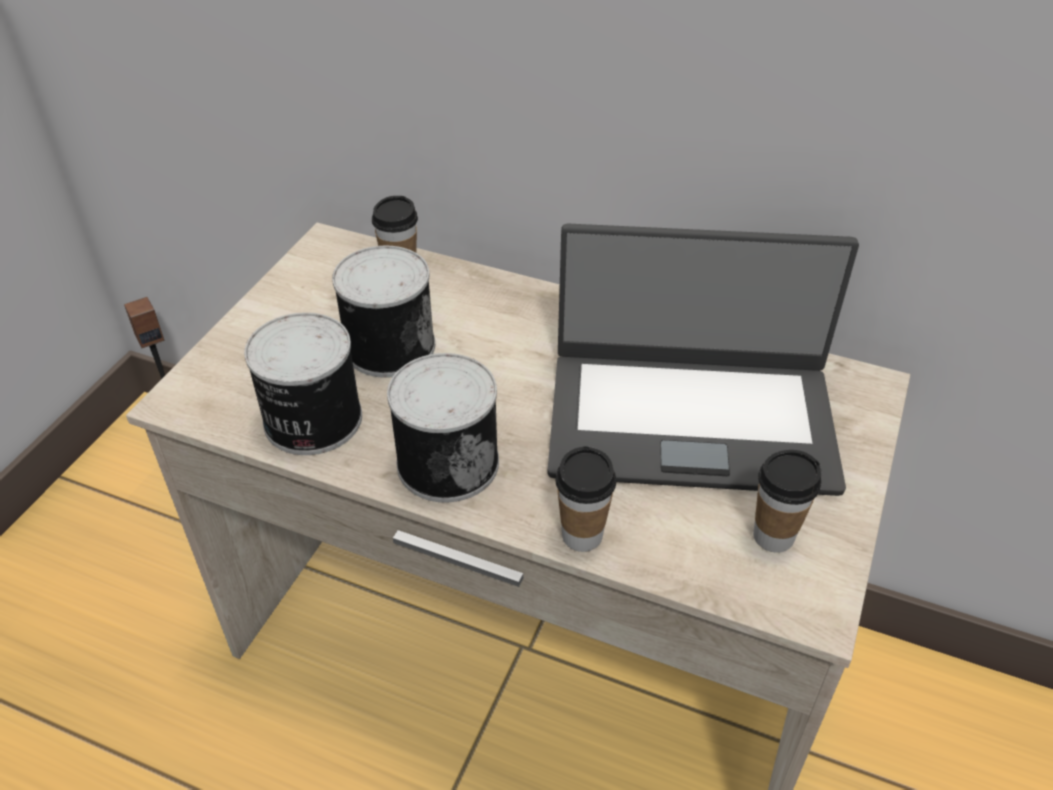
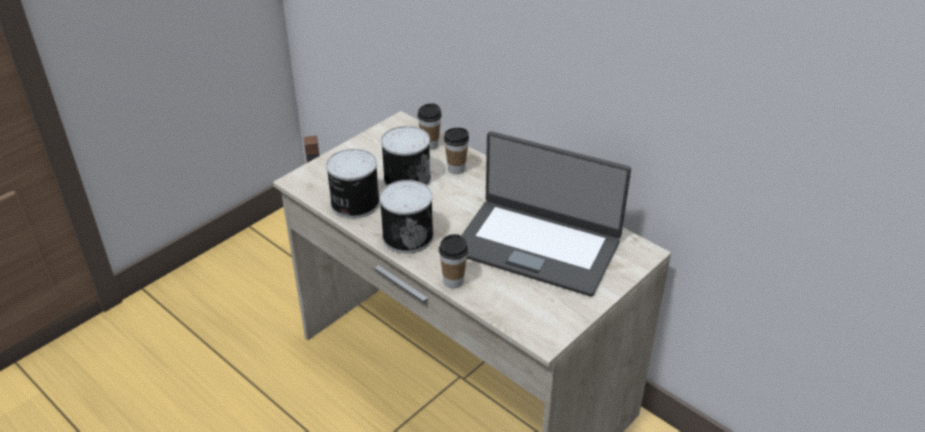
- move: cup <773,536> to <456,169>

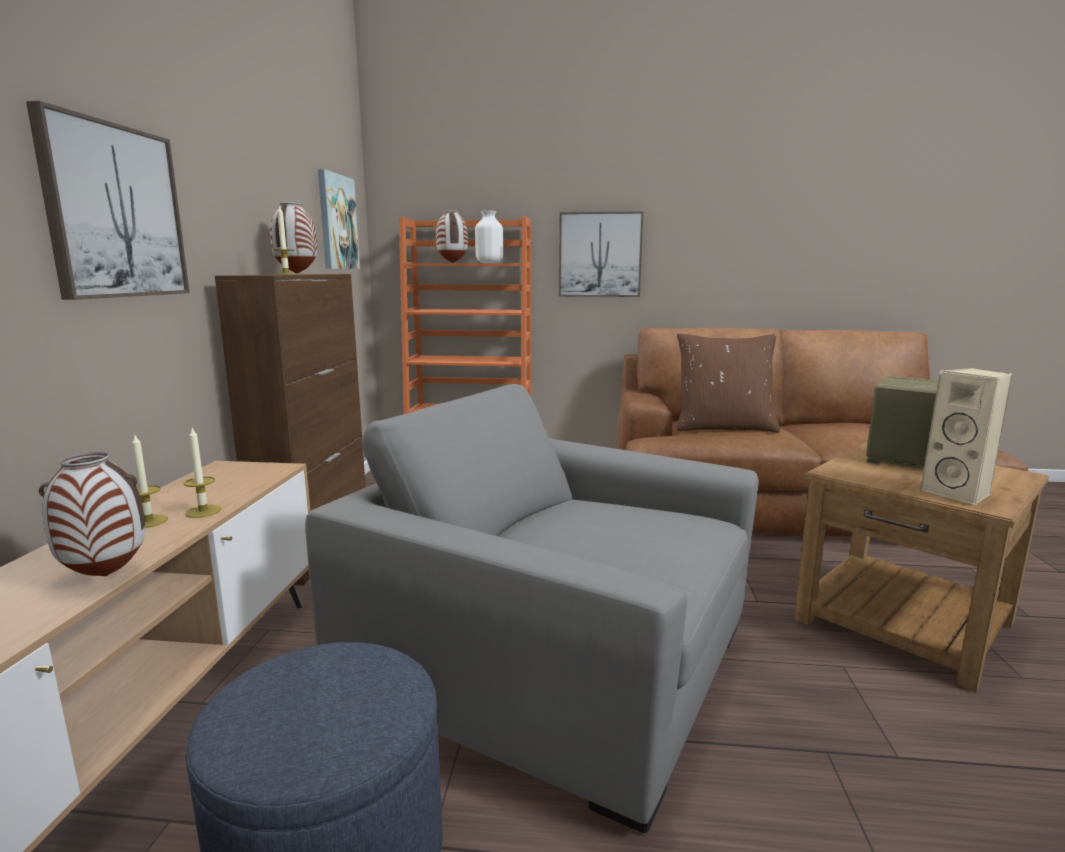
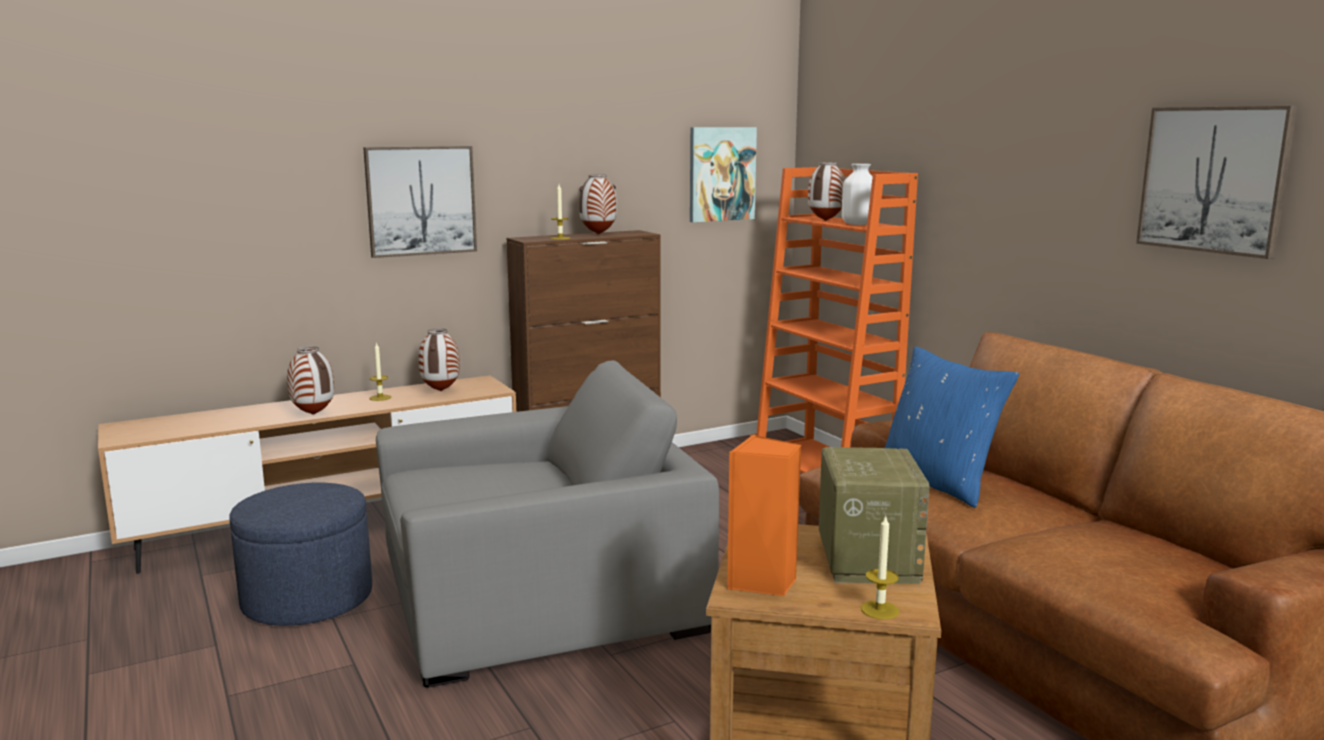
- move: candle <203,511> to <880,610>
- rotate: armchair in grey <552,659> = <538,598> 75 degrees clockwise
- move: picture <600,255> to <1214,179>
- recolor: pillow in brown <724,427> to pillow in blue <938,482>
- recolor: speaker in beige <959,494> to speaker in orange <762,582>
- insert: vase <441,391>

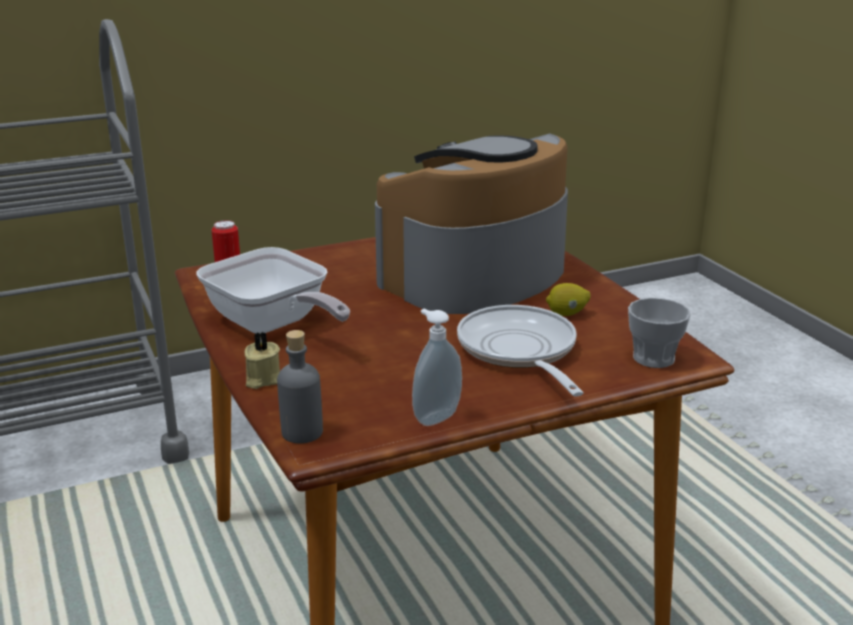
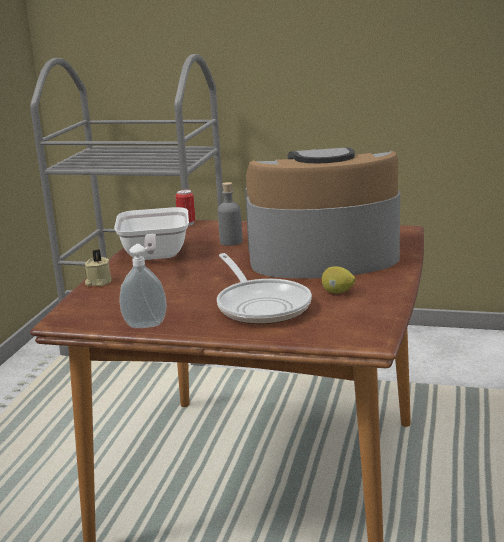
- move: bottle in grey <302,432> to <231,242>
- rotate: frying pan <519,352> = <261,305> 135 degrees clockwise
- delete: cup <653,358>

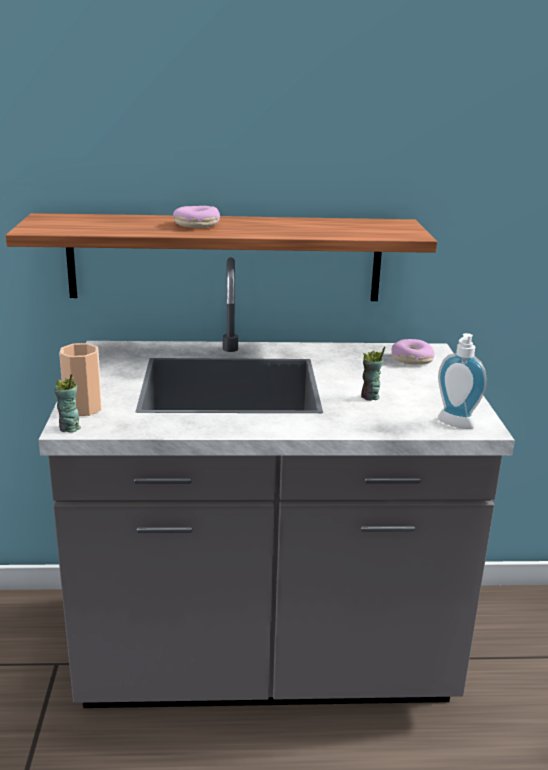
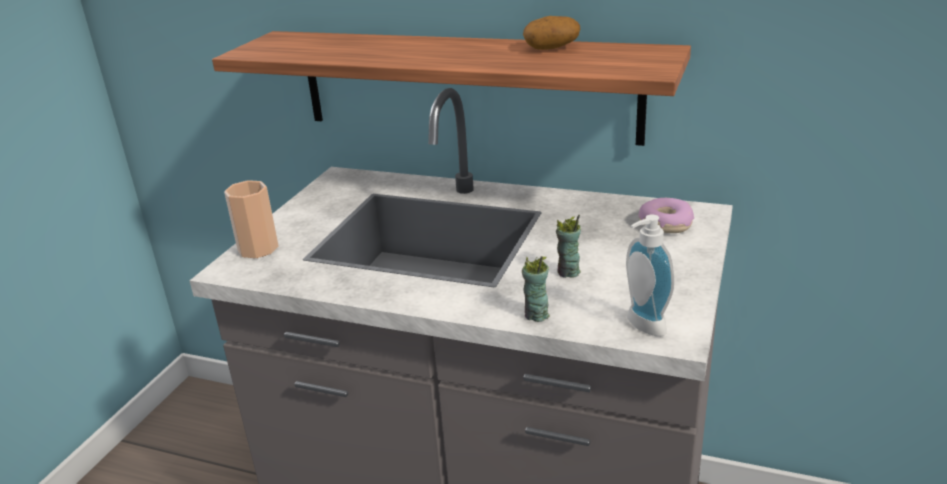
- move: cup <69,428> to <536,315>
- delete: donut <197,225>
- insert: potato <551,48>

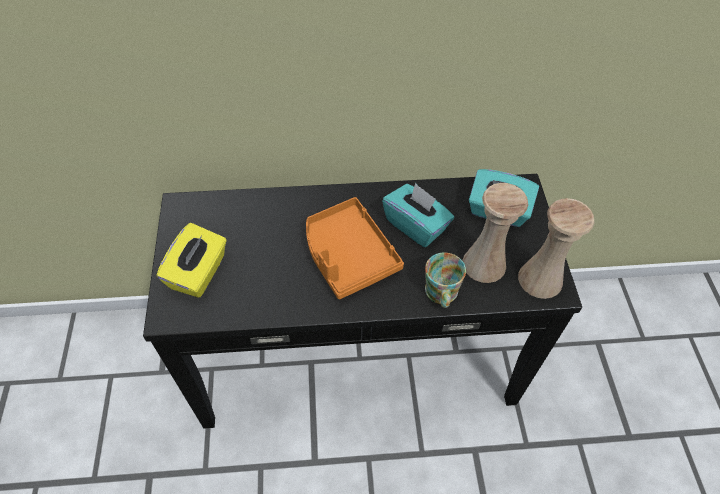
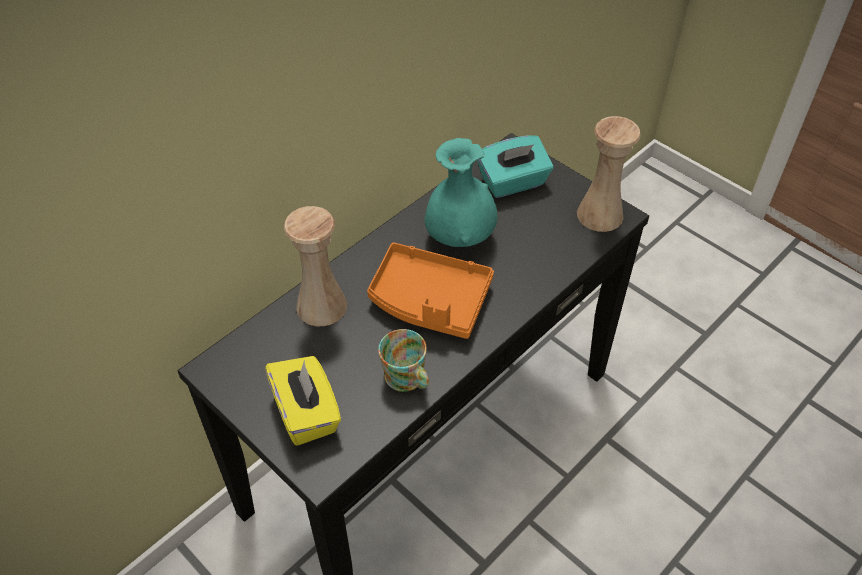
- replace: tissue box in turquoise <416,225> to vase in turquoise <459,237>
- move: mug <441,294> to <407,380>
- move: vase in beige <484,264> to <321,306>

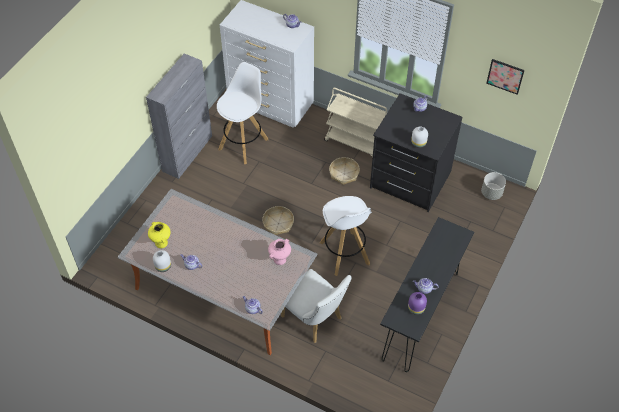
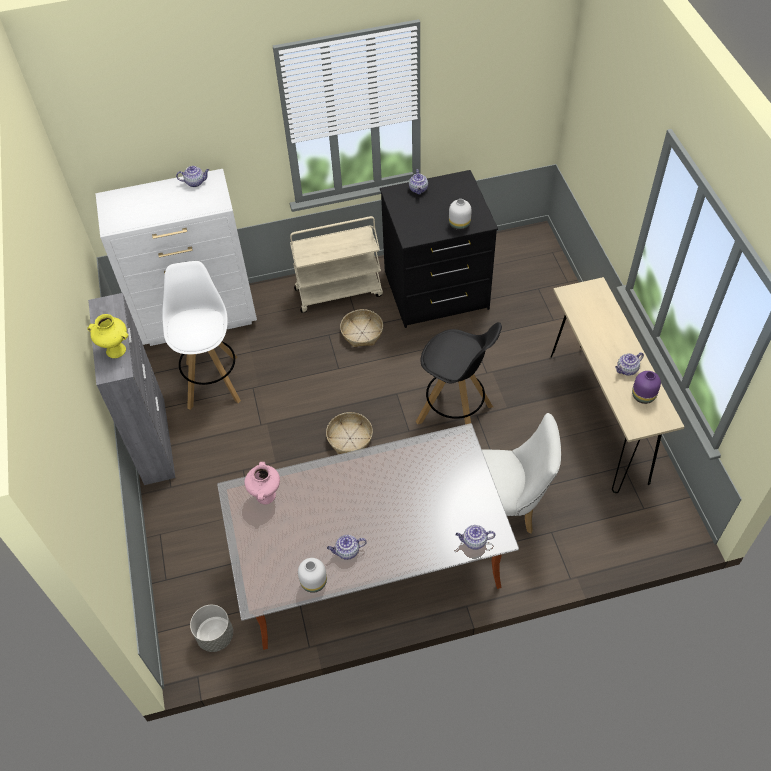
- move: vase in yellow <162,243> to <116,350>
- move: vase in pink <280,260> to <266,496>
- recolor: stool in white <344,254> to stool in black <455,414>
- recolor: console table in black <420,315> to console table in beige <598,416>
- move: planter in grey <491,193> to <215,636>
- delete: picture <505,76>

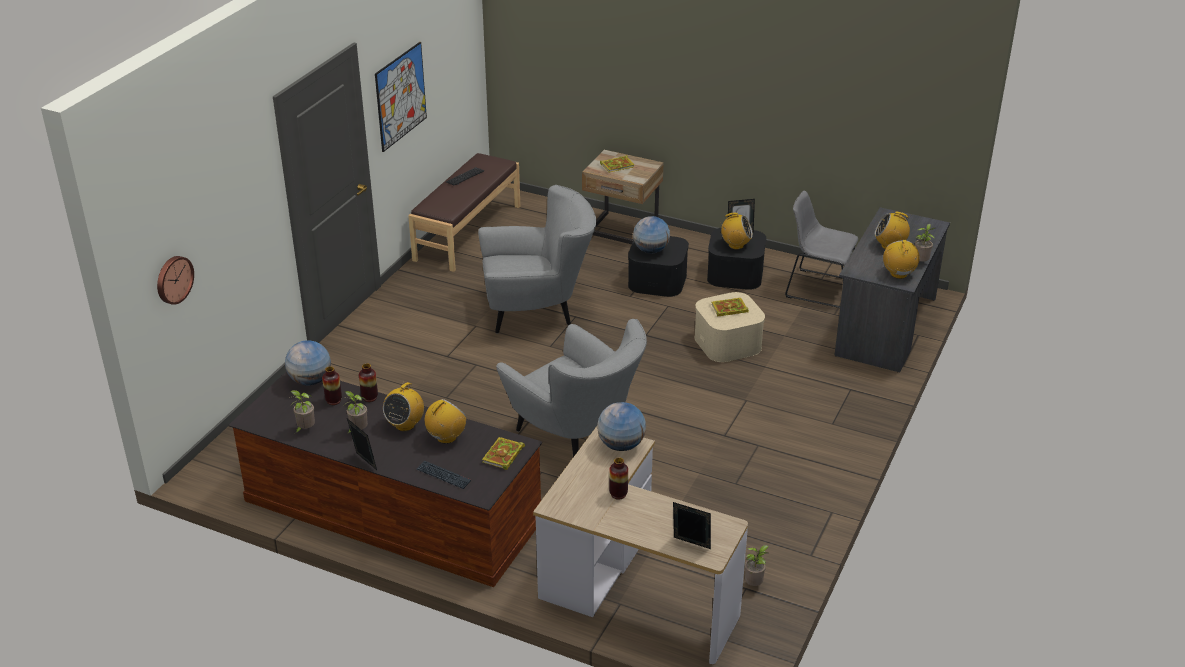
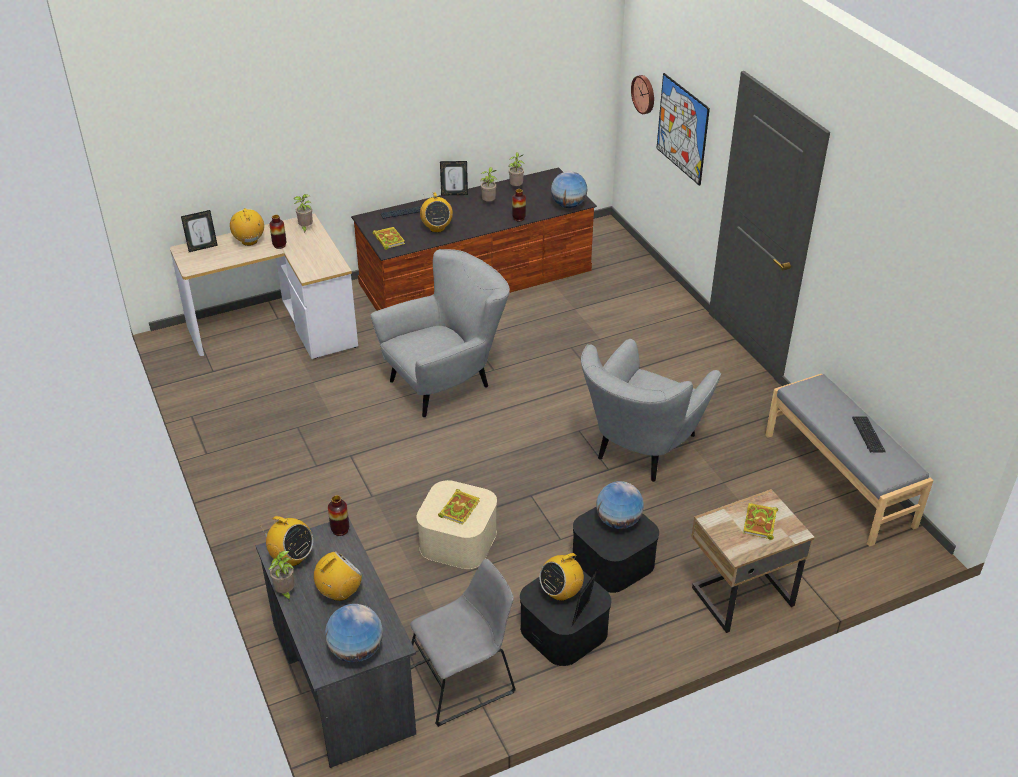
- move: vase <334,401> to <340,530>
- move: picture <401,96> to <682,129>
- move: radio <405,425> to <249,241>
- recolor: bench in brown <467,232> to bench in grey <839,479>
- rotate: armchair in grey <576,437> = <446,382> 150 degrees clockwise
- move: globe <621,445> to <356,651>
- move: potted plant <754,585> to <305,228>

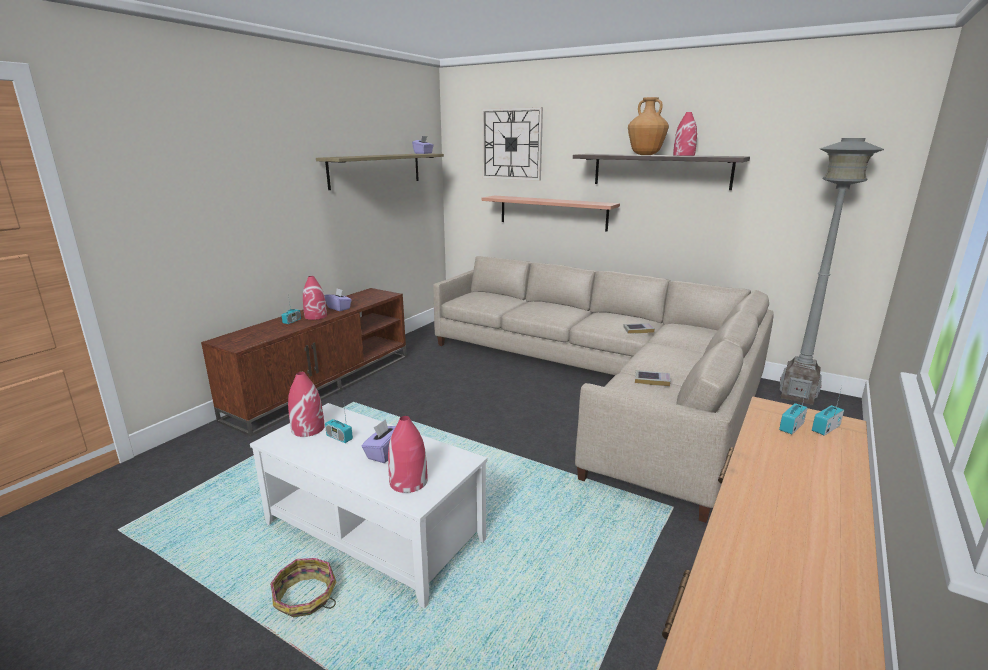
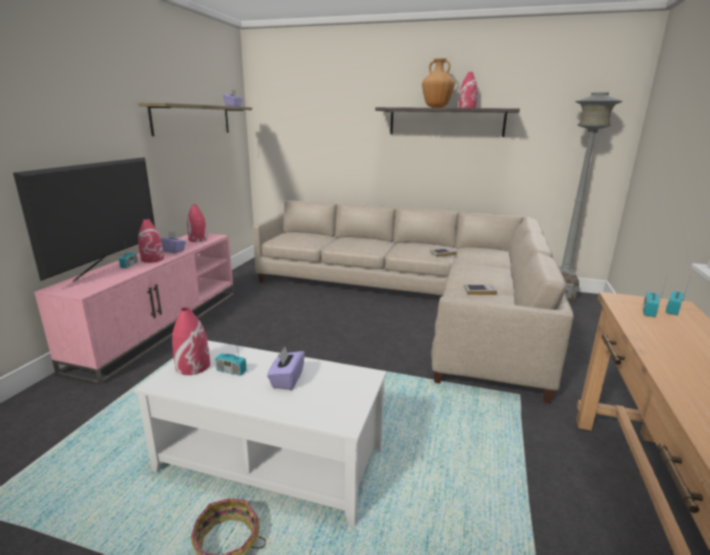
- recolor: tv stand in brown <324,385> to tv stand in pink <161,326>
- move: vase in red <408,482> to <198,239>
- delete: shelf <552,212>
- delete: wall clock <511,144>
- insert: television <108,266>

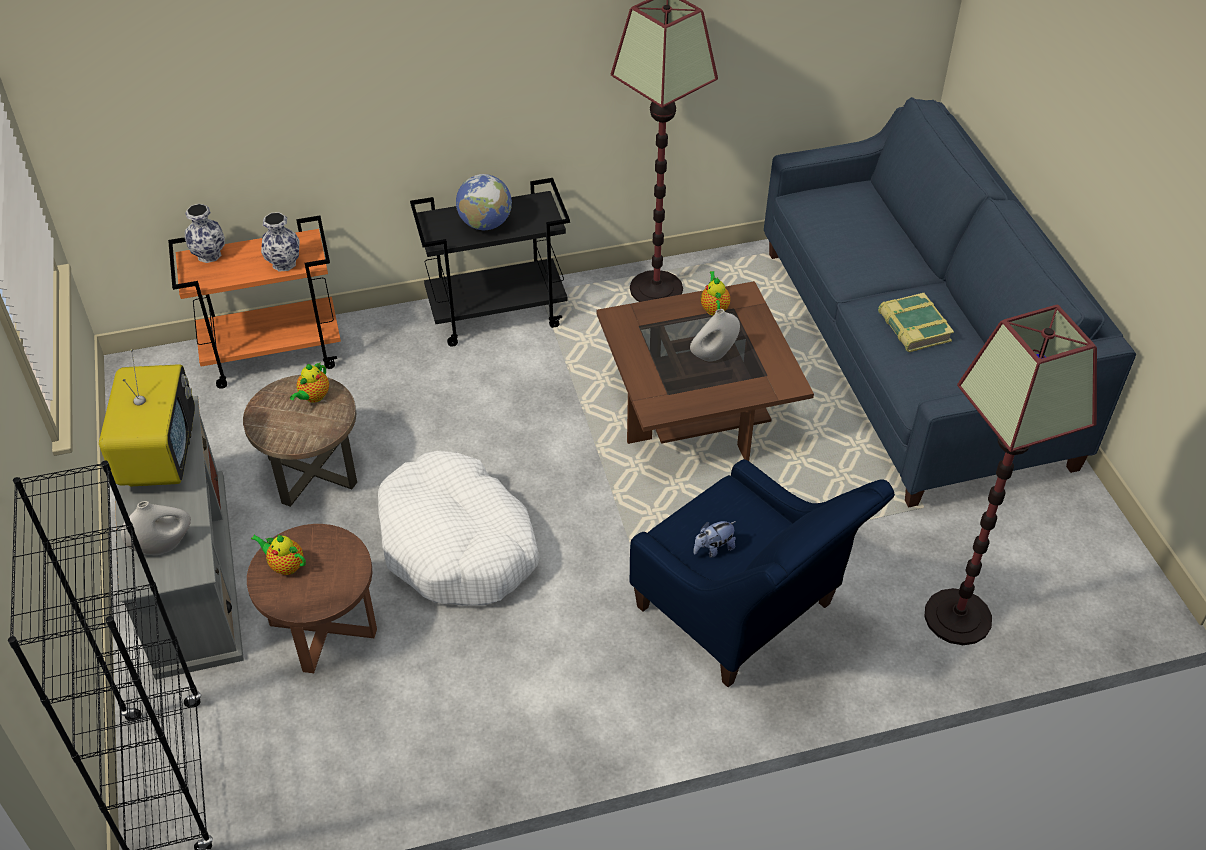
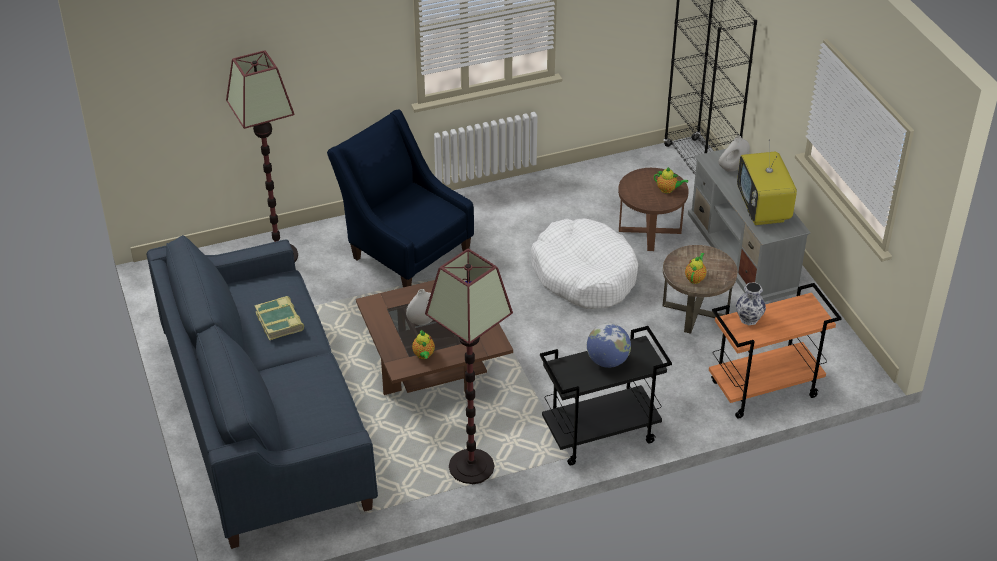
- delete: vase <209,255>
- delete: plush toy <713,549>

